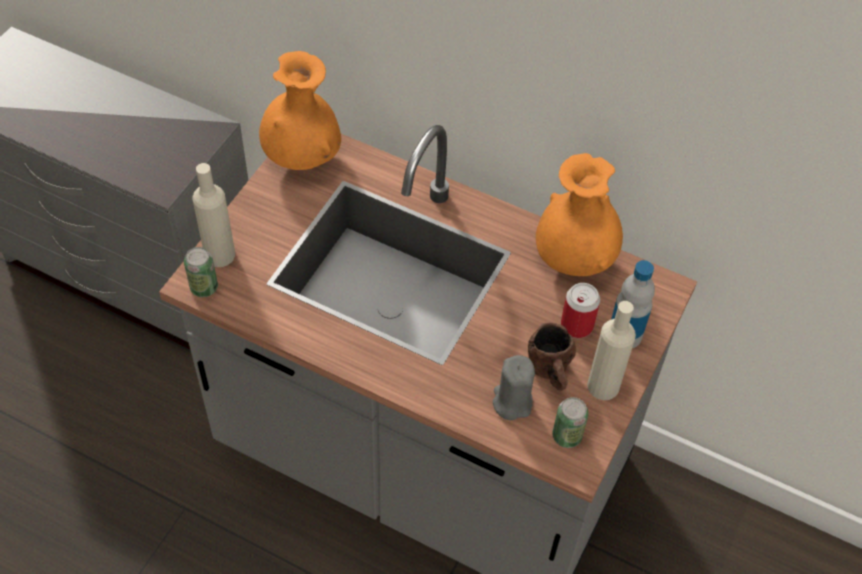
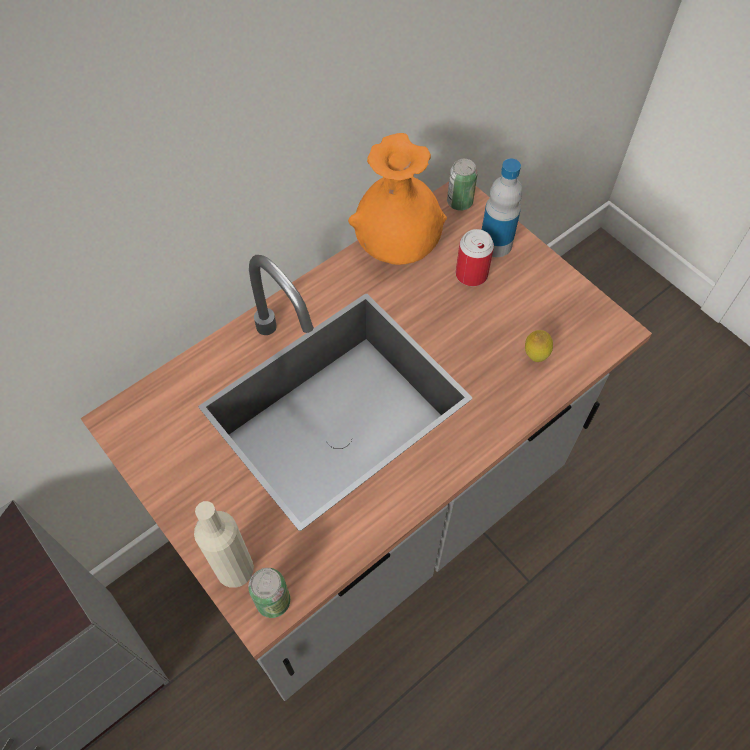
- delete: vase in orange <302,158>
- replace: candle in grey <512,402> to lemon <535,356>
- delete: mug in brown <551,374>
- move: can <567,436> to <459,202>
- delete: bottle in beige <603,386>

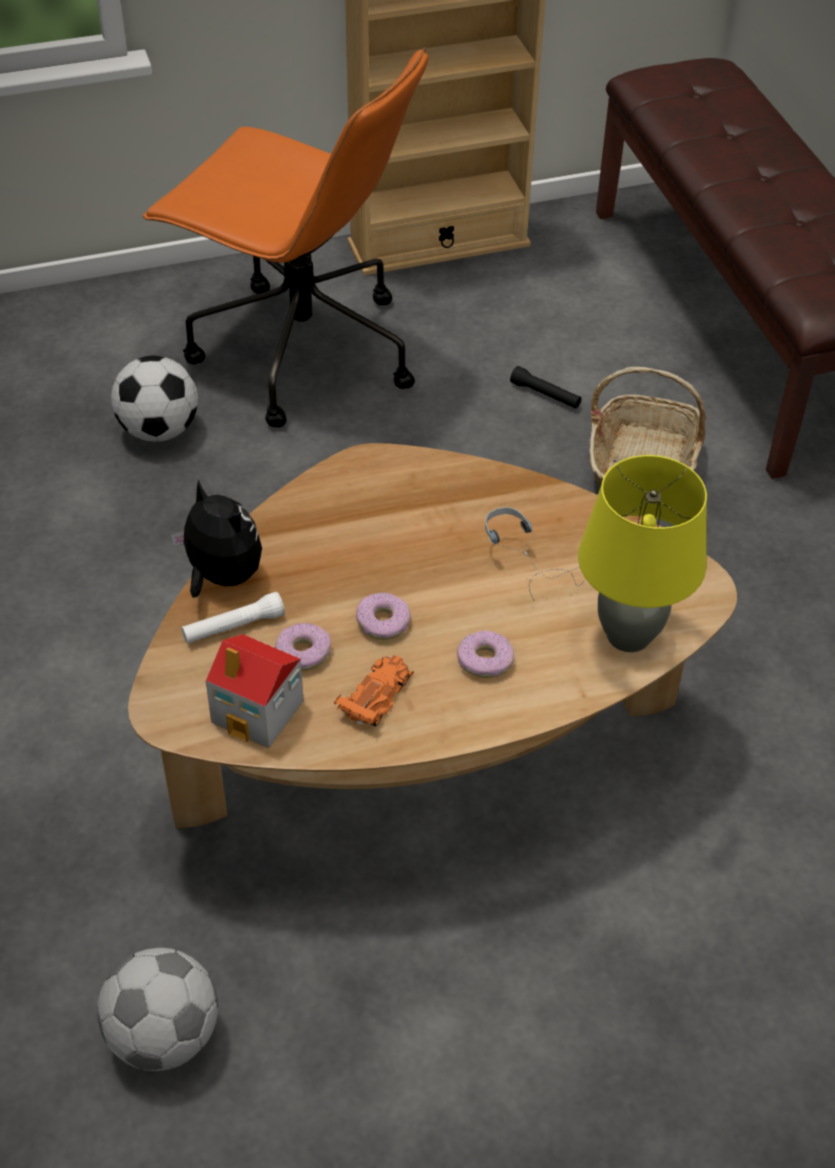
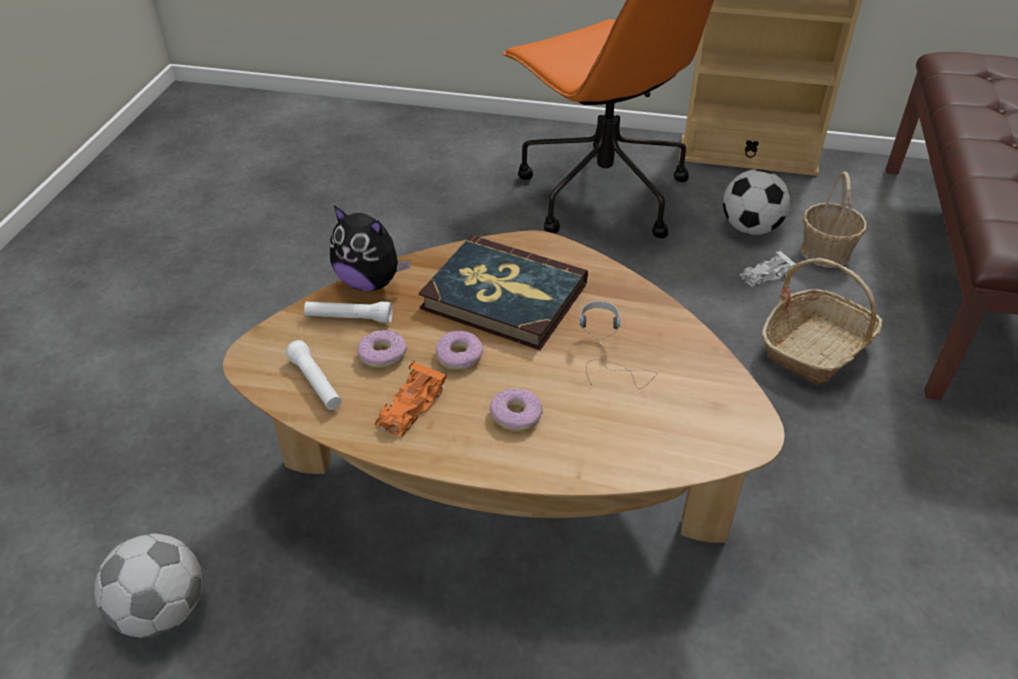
- move: football <159,430> to <750,228>
- rotate: plush toy <221,577> = <370,282> 135 degrees clockwise
- replace: toy house <259,712> to flashlight in white <316,383>
- rotate: toy car in orange <376,696> = <410,407> 150 degrees clockwise
- replace: flashlight in black <545,395> to toy car in white <765,275>
- delete: table lamp in yellow <628,635>
- insert: book <503,297>
- insert: basket <825,252>

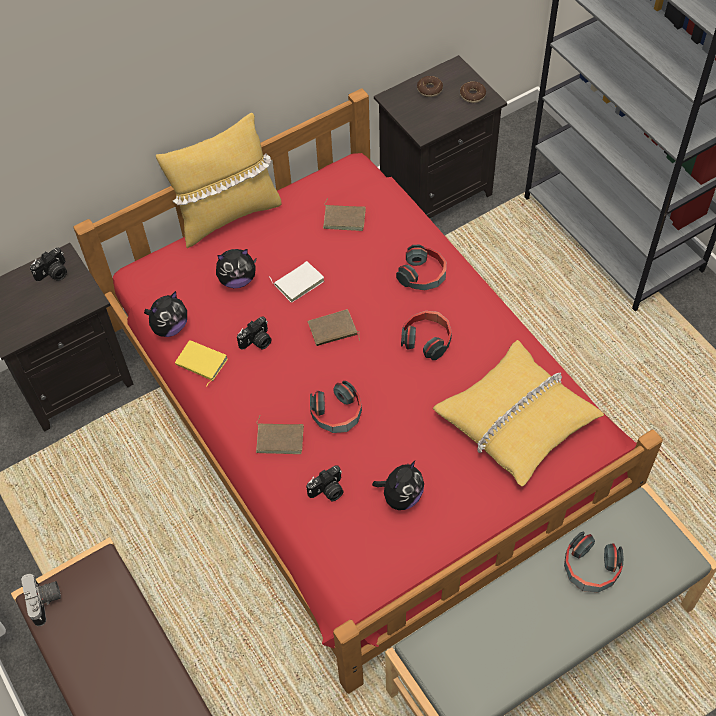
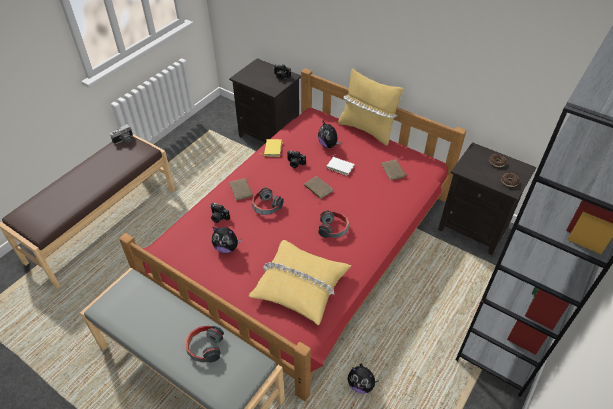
- move: plush toy <169,327> to <361,384>
- delete: headphones <423,275>

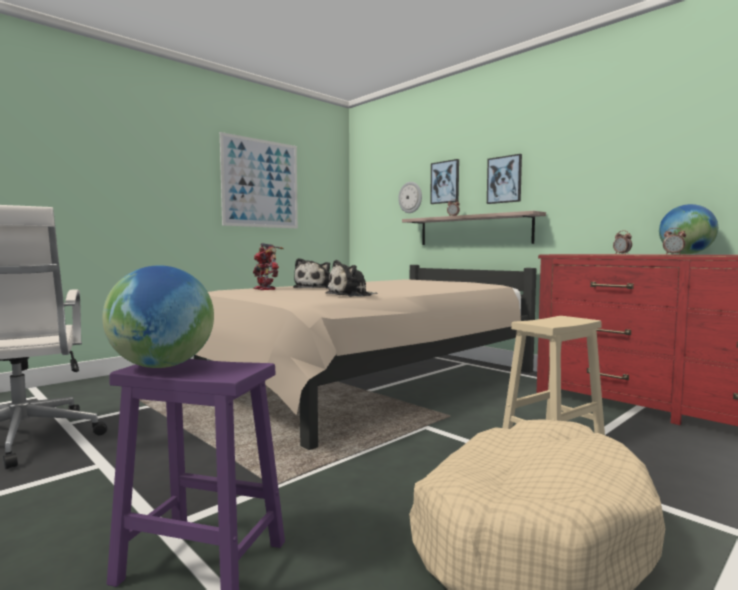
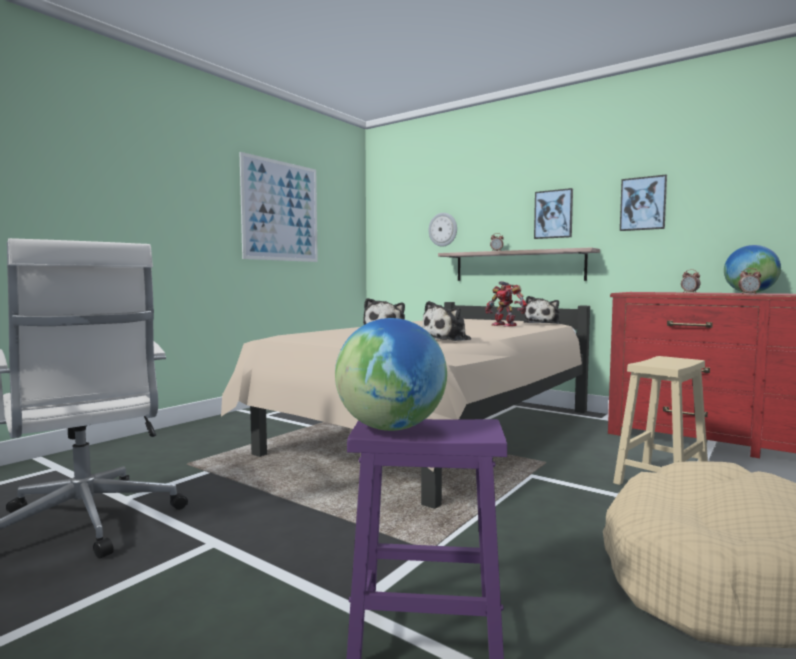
- move: toy robot <266,289> to <505,325>
- move: picture <445,182> to <643,203>
- insert: plush toy <543,323>

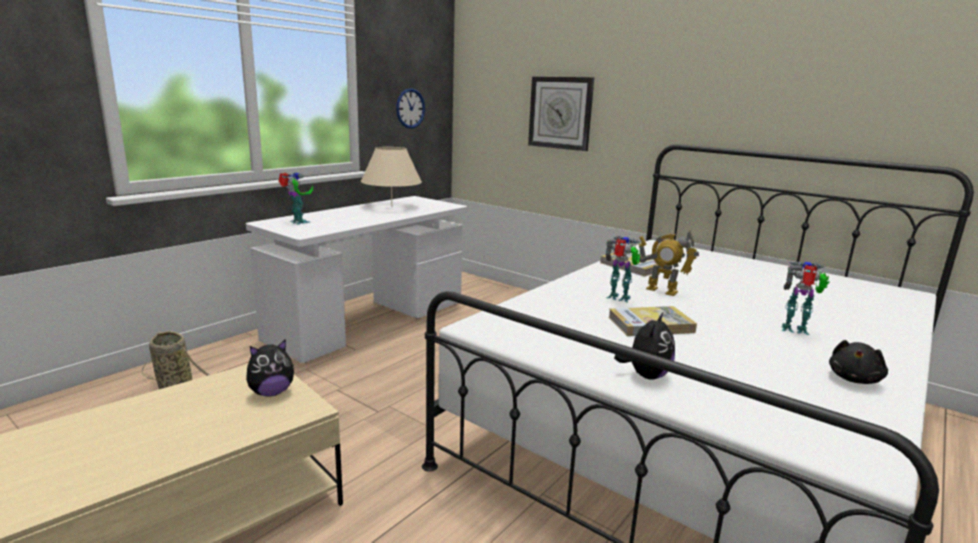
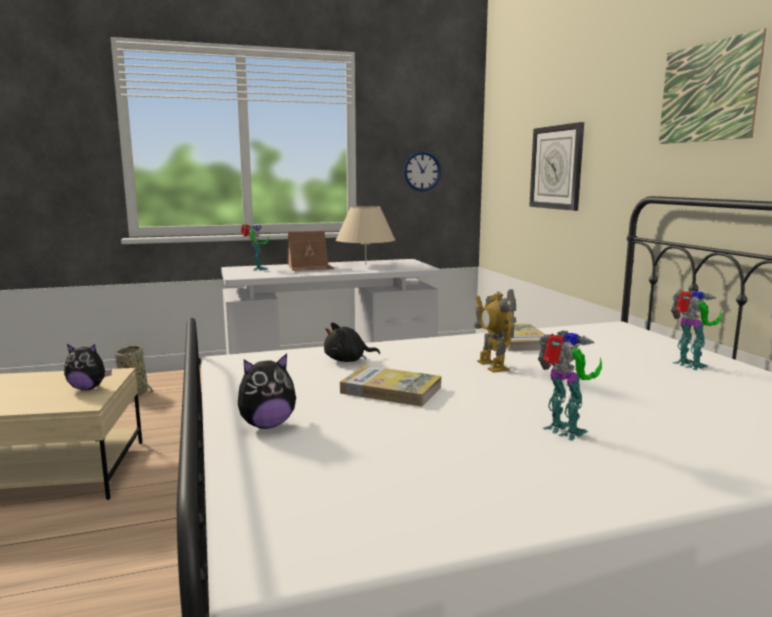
- move: toy robot <619,298> to <689,365>
- move: plush toy in black <854,379> to <348,360>
- insert: toy house <310,268>
- insert: picture <707,92>

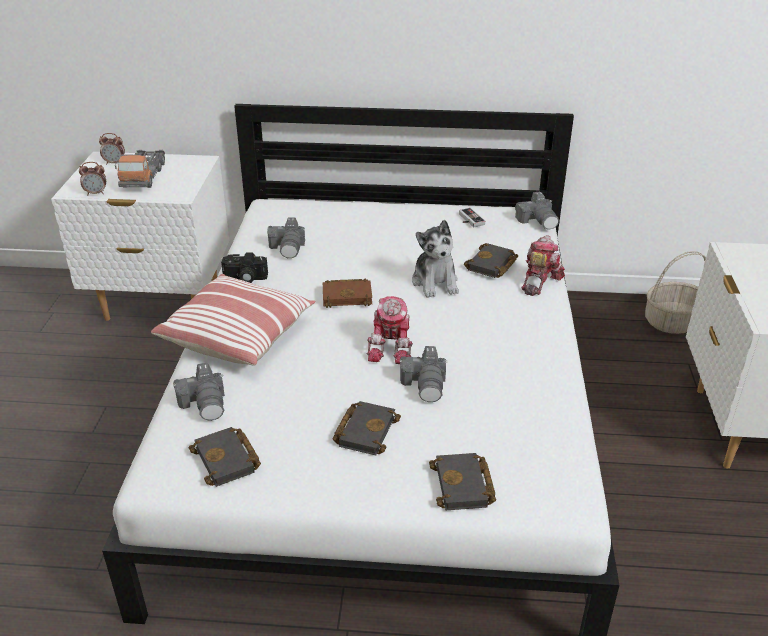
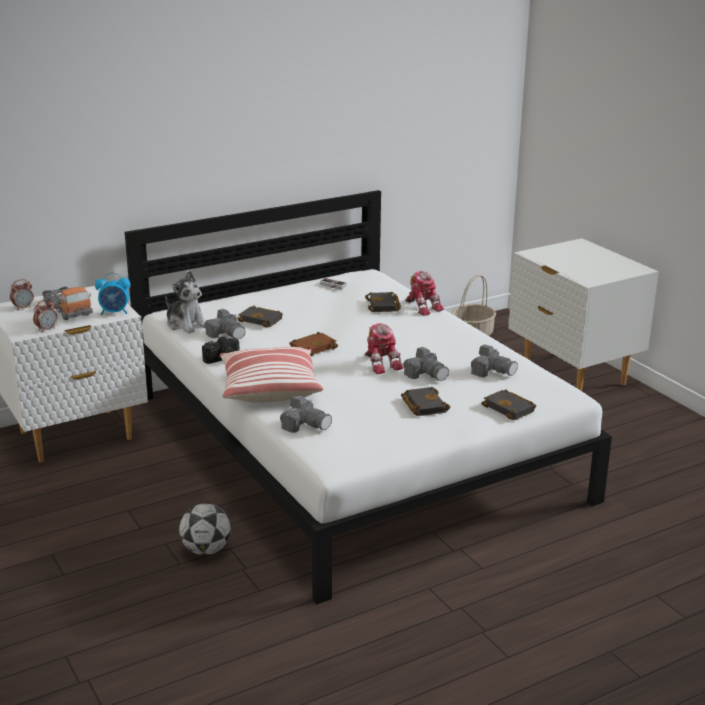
- move: book in black <228,461> to <262,320>
- move: plush toy <435,282> to <186,324>
- move: photo camera <538,221> to <492,371>
- rotate: toy robot <539,281> = <422,307> 150 degrees clockwise
- insert: alarm clock <115,312>
- insert: football <206,550>

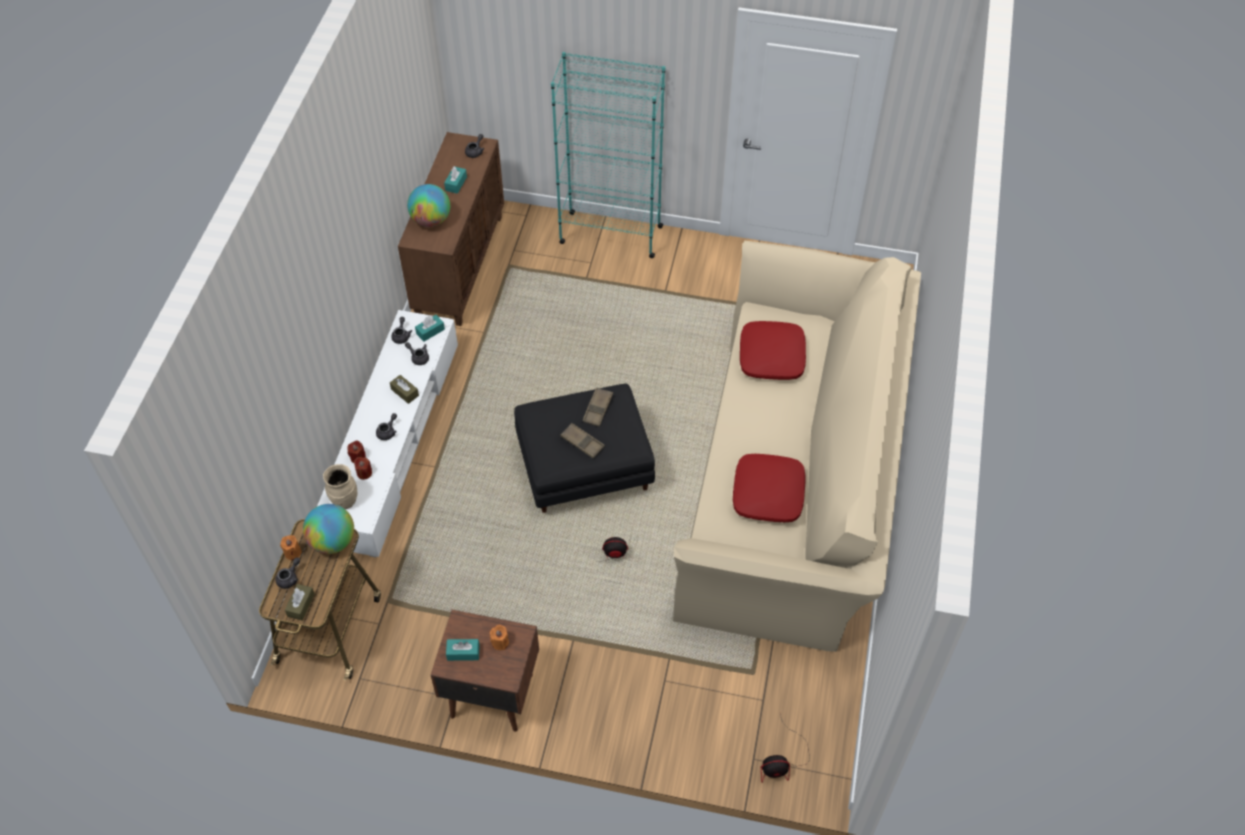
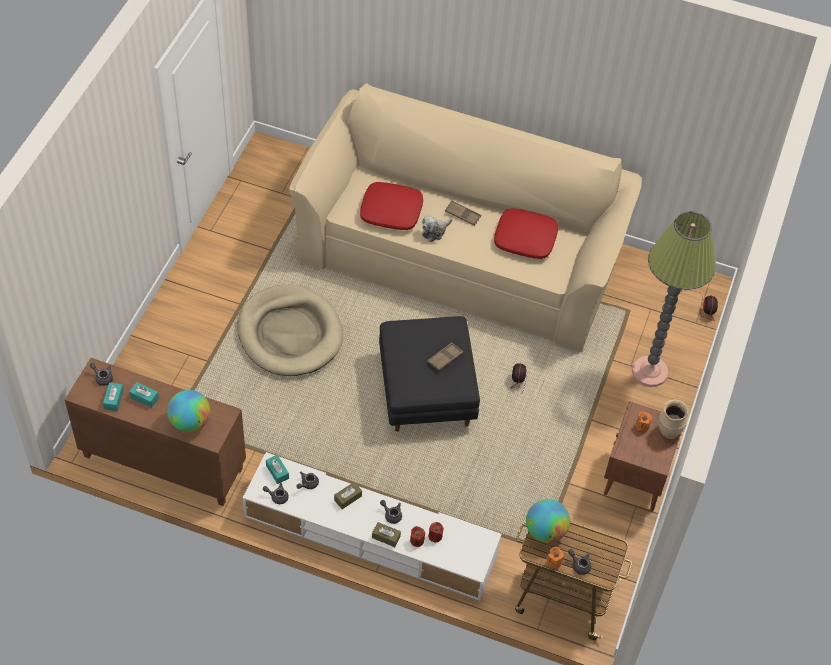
- move: tissue box in brown <301,605> to <386,537>
- move: vase in beige <344,500> to <669,431>
- move: tissue box in turquoise <463,653> to <114,399>
- delete: bookcase in turquoise <610,234>
- move: tray in brown <597,409> to <462,215>
- insert: dog bed in beige <290,333>
- insert: plush toy <435,231>
- insert: floor lamp <649,372>

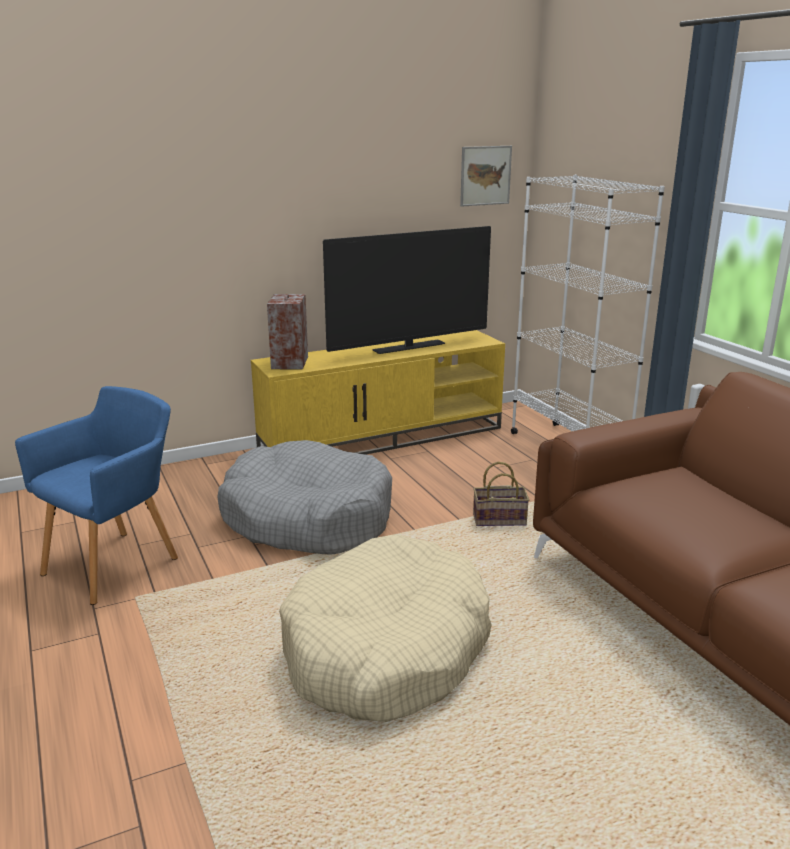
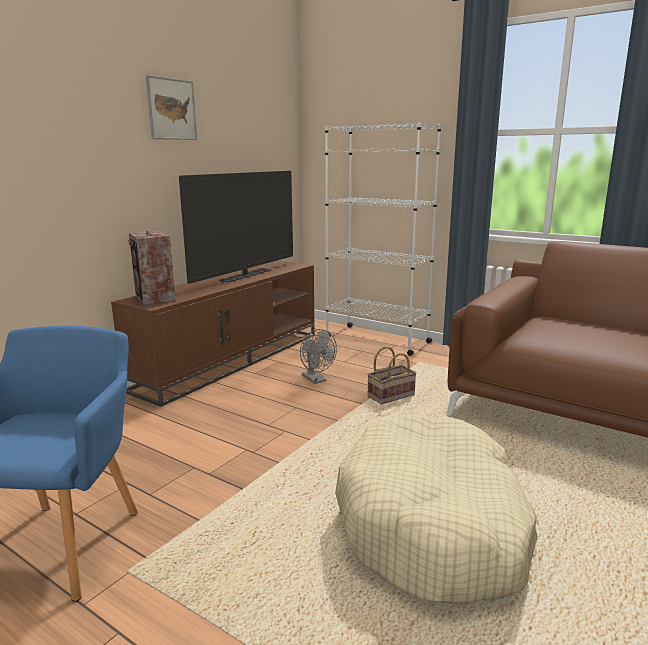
- delete: dog bed in grey <307,518>
- recolor: tv stand in yellow <383,437> to tv stand in brown <231,359>
- move: picture <485,175> to <171,109>
- insert: fan in grey <316,380>

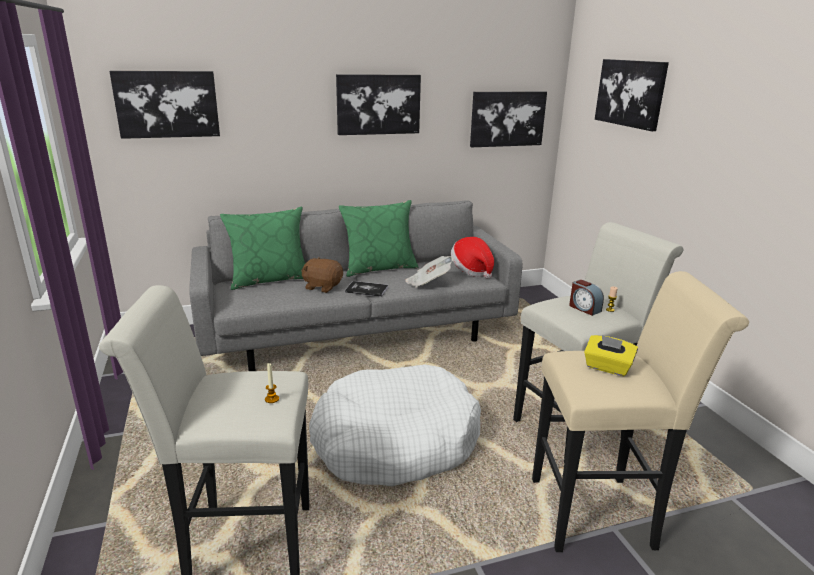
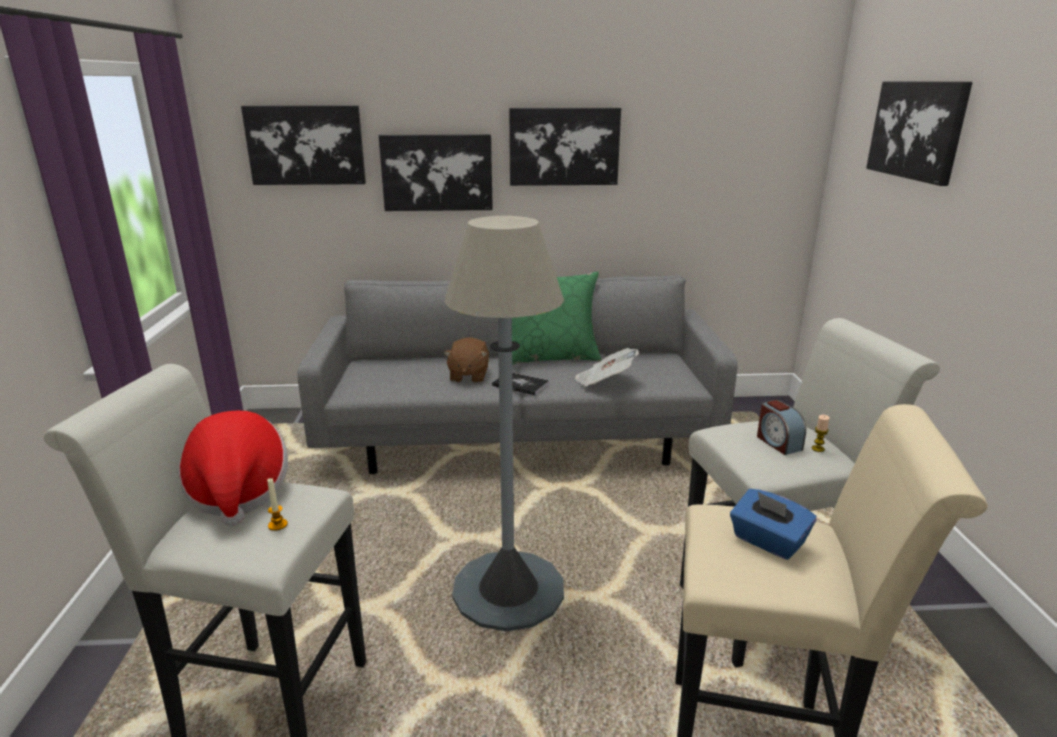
- delete: pillow in green <269,279>
- rotate: plush toy in brown <322,286> = <468,376> 120 degrees counterclockwise
- replace: dog bed in white <395,441> to floor lamp in grey <508,590>
- move: hat <472,270> to <238,492>
- move: picture <507,119> to <437,172>
- recolor: tissue box in yellow <607,367> to tissue box in blue <767,541>

